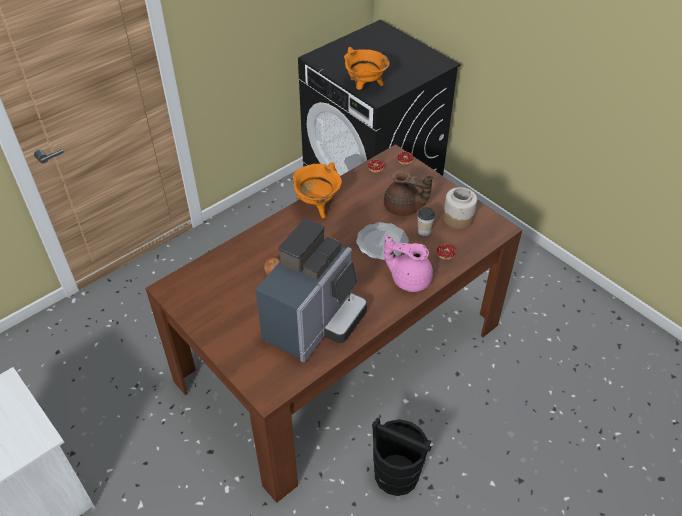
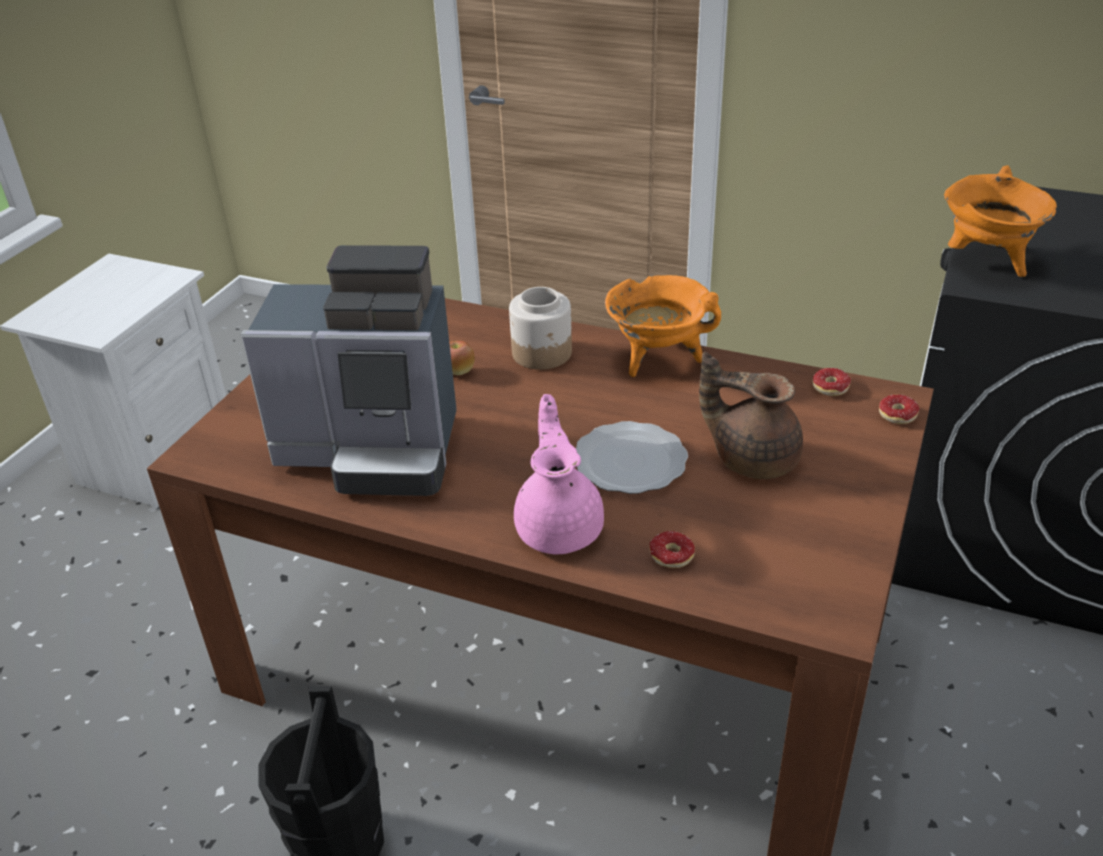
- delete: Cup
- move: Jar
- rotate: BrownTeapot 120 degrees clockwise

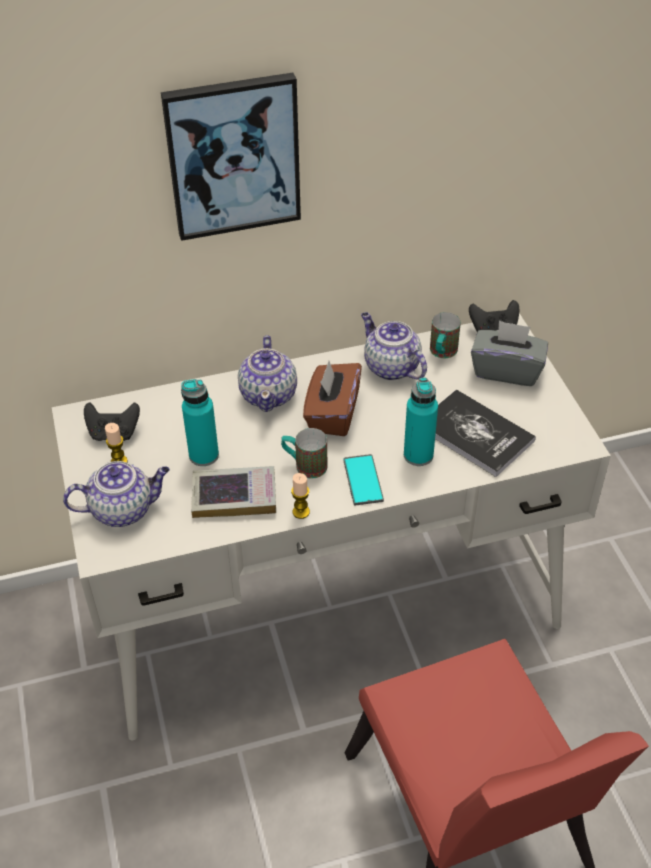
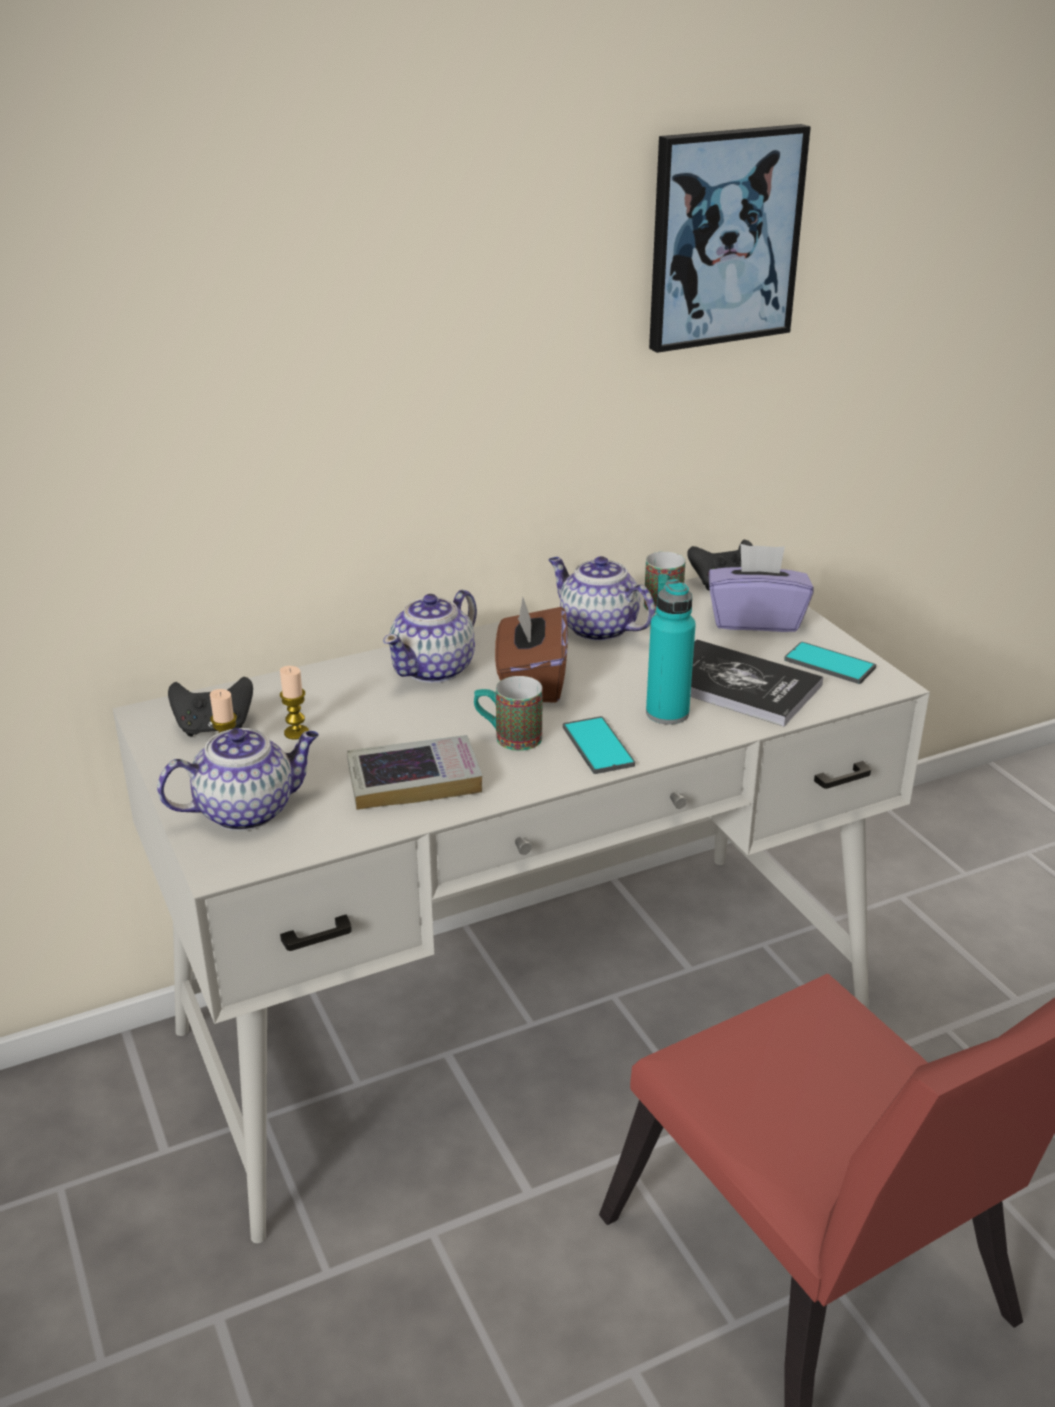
- delete: TurquoiseBottle (1st from left)
- insert: Phone (2nd from left)
- move: Picture
- move: Candle (2nd from left)
- recolor: GreyTissueBox to PurpleTissueBox
- rotate: Teapot (2nd from left) 45 degrees clockwise

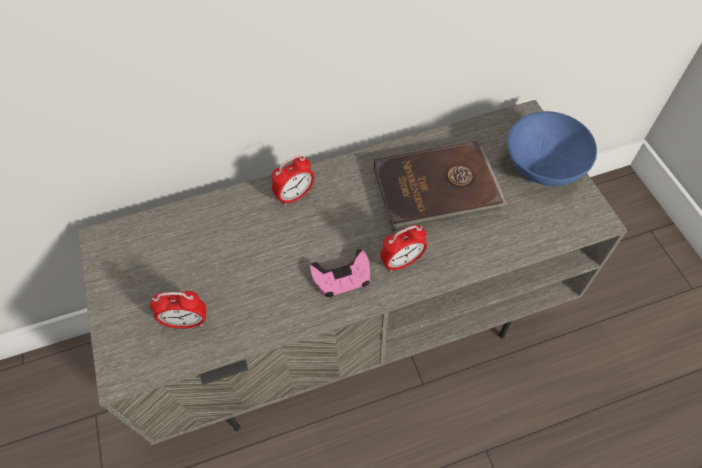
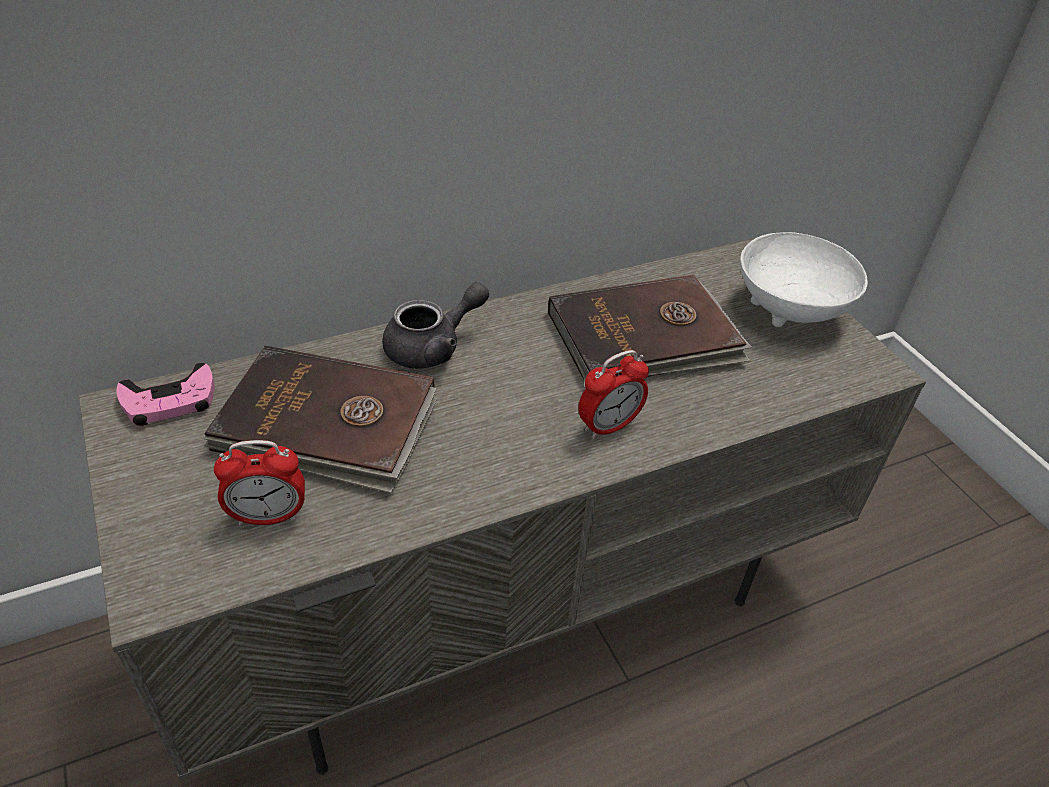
- insert: BrownBook (1st from left)
- move: PinkGameController
- replace: AlarmClock (2nd from left) to GreyTeapot
- recolor: BlueBowl to WhiteBowl

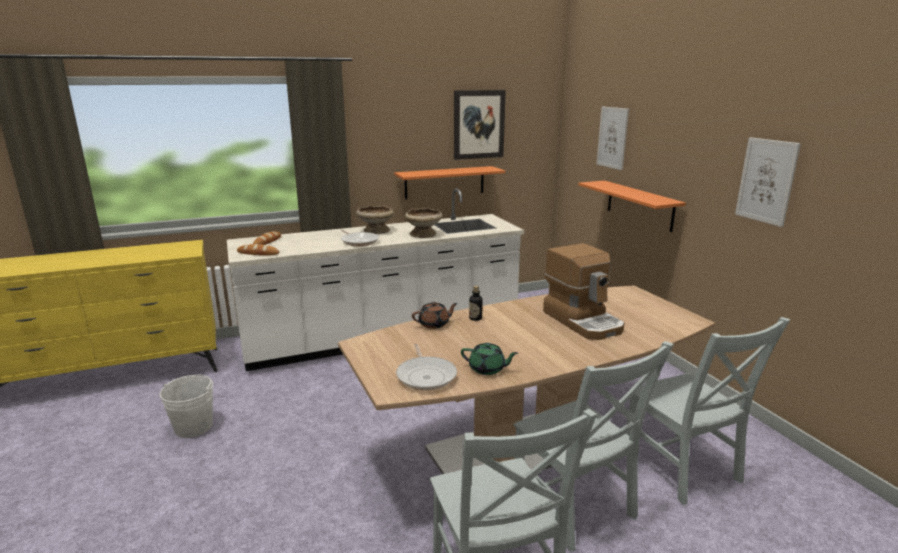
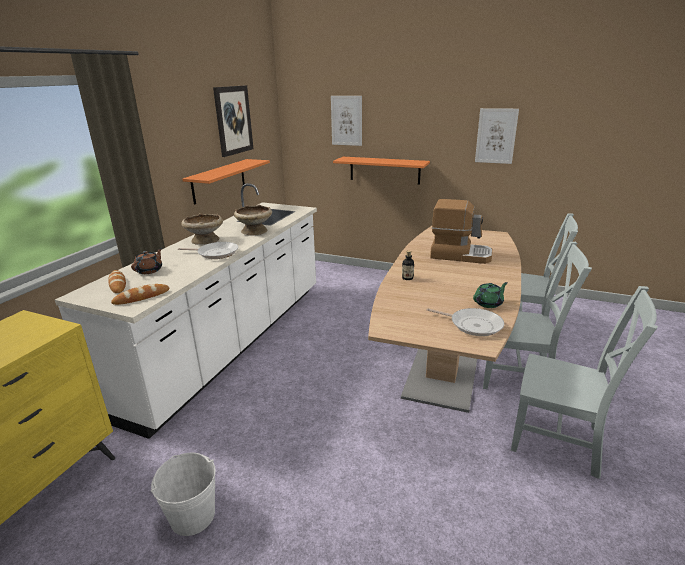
- move: BrownTeapot

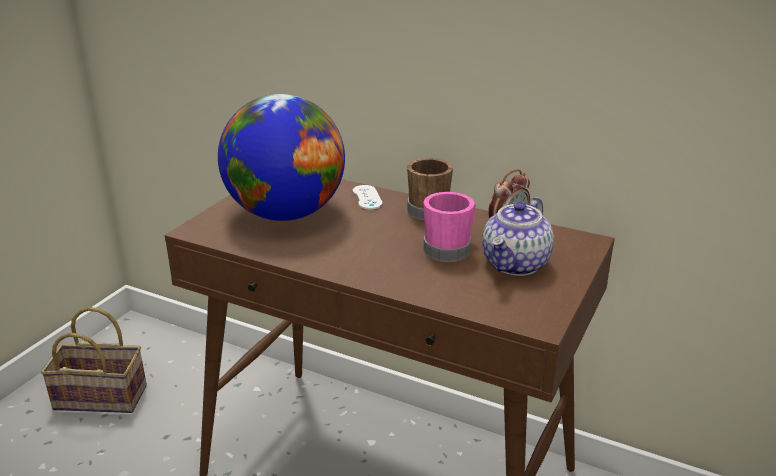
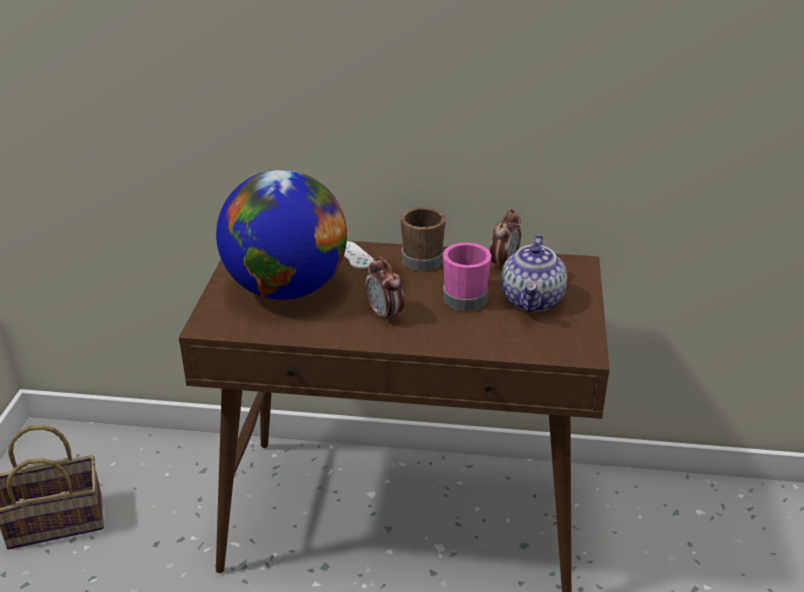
- insert: AlarmClock (1st from left)

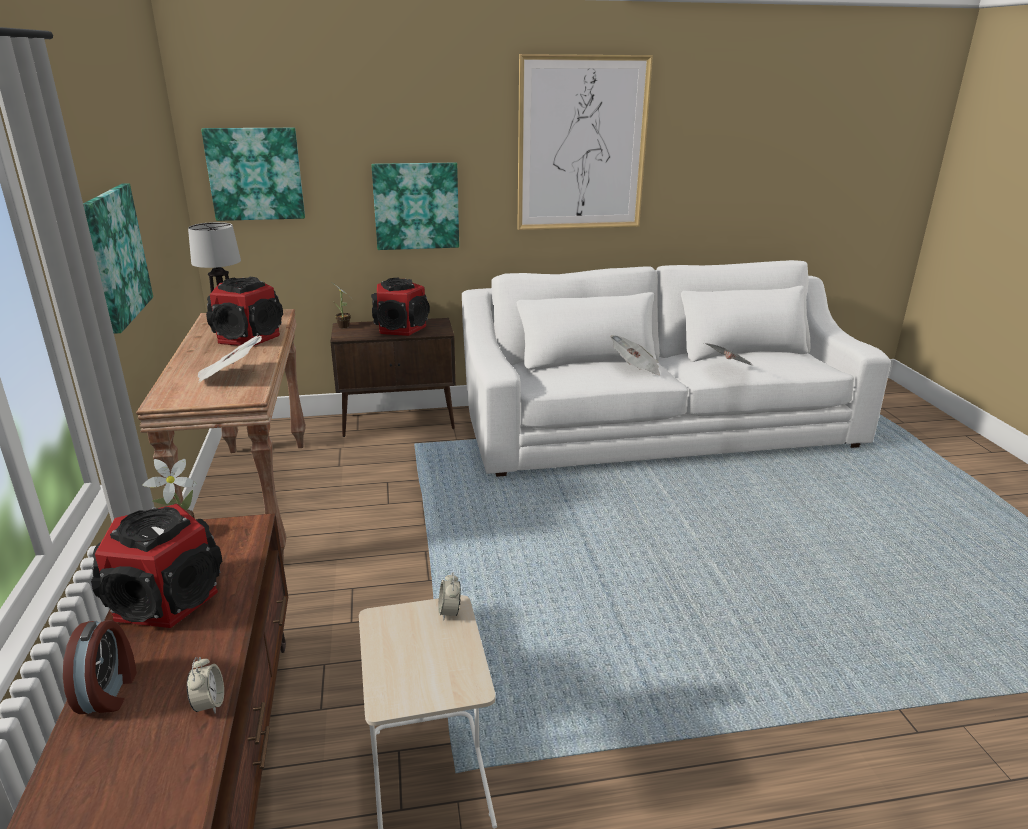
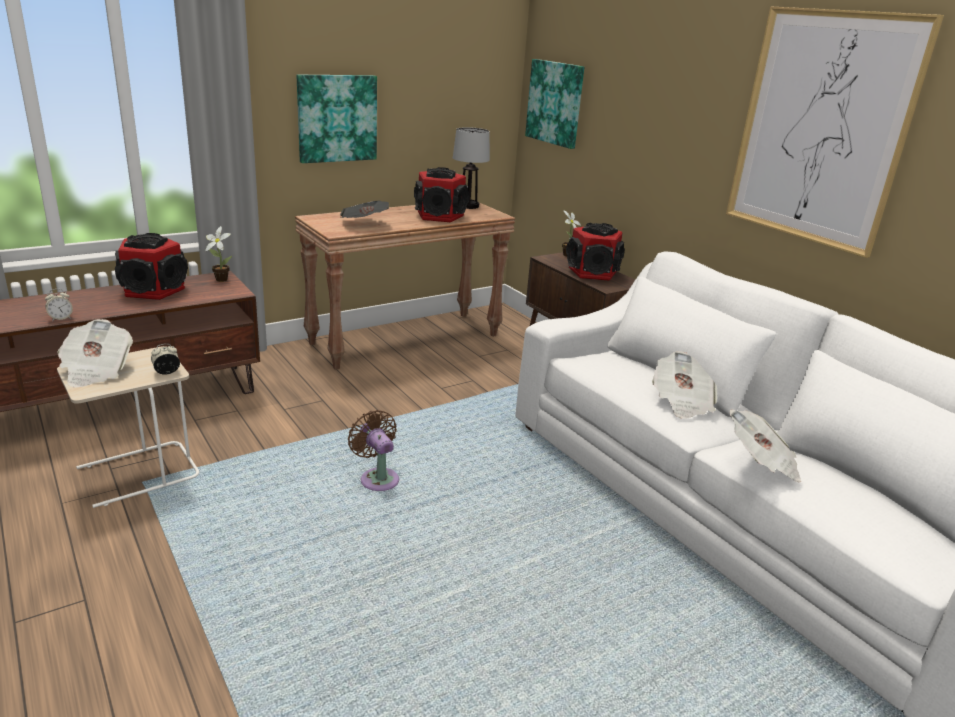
- delete: AlarmClock (1st from left)
- delete: Picture (3rd from left)
- insert: Newspaper (1st from left)
- insert: BrownFan

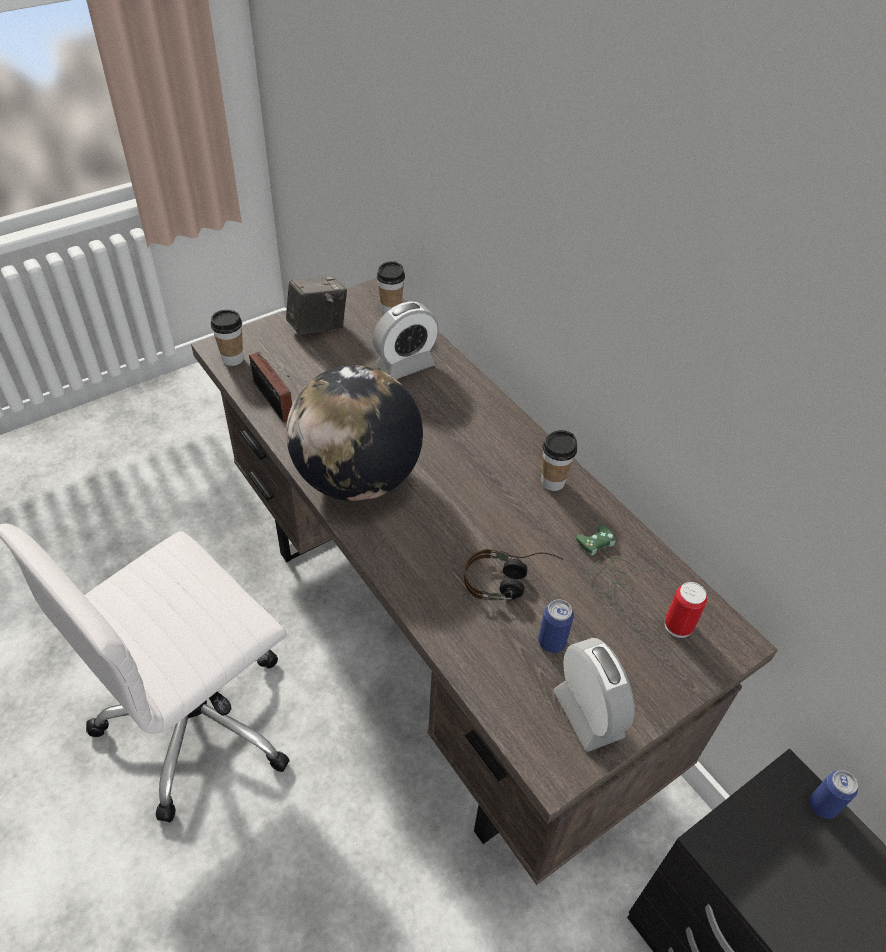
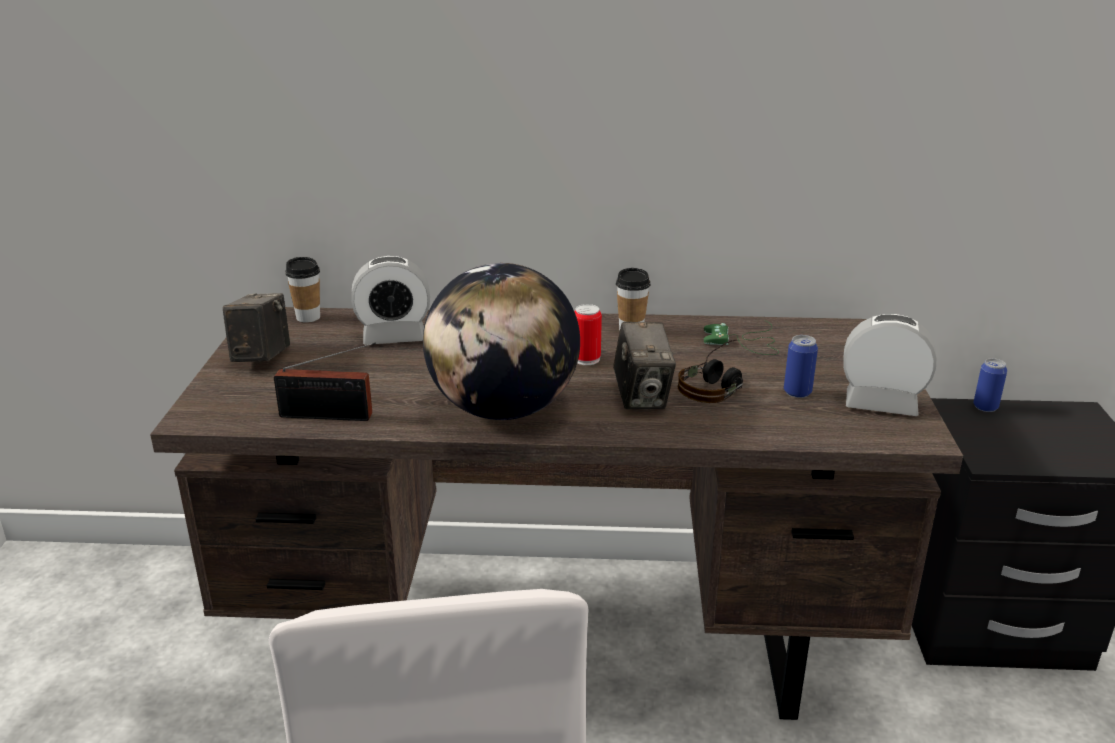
- delete: Cup (1st from left)
- insert: PhotoCamera (2nd from left)
- move: Can (2nd from left in the first image) to Can (1st from left)
- rotate: AlarmClock (1st from left) 75 degrees clockwise

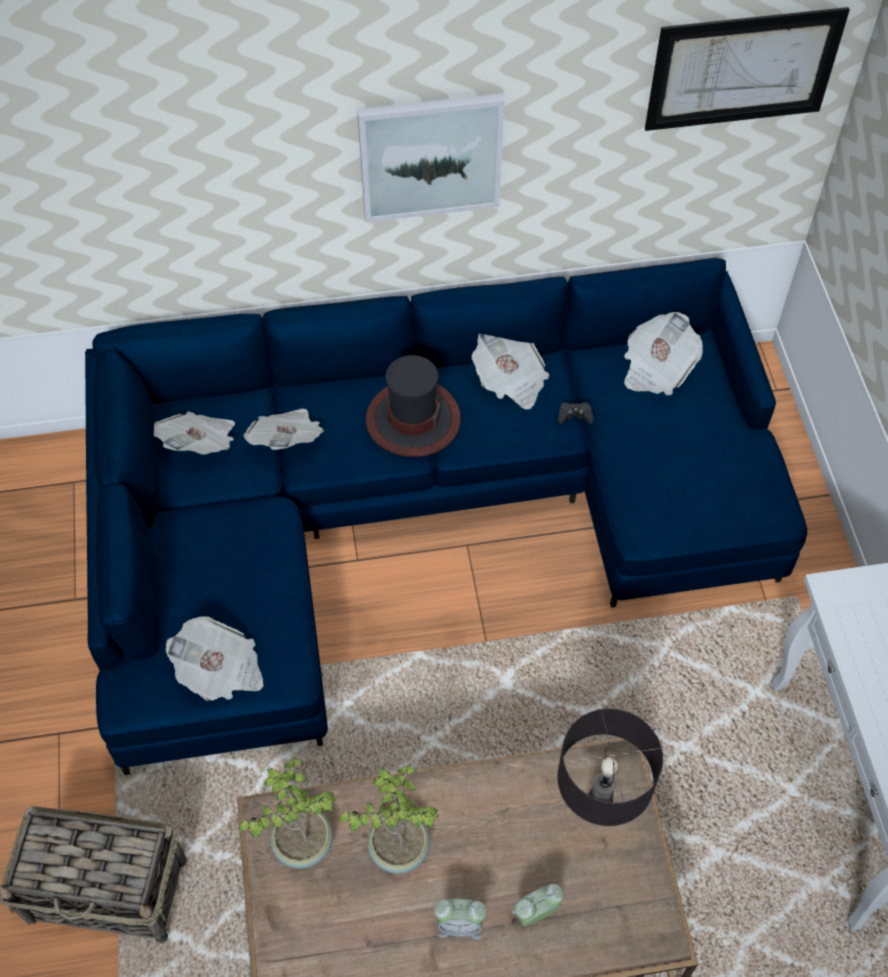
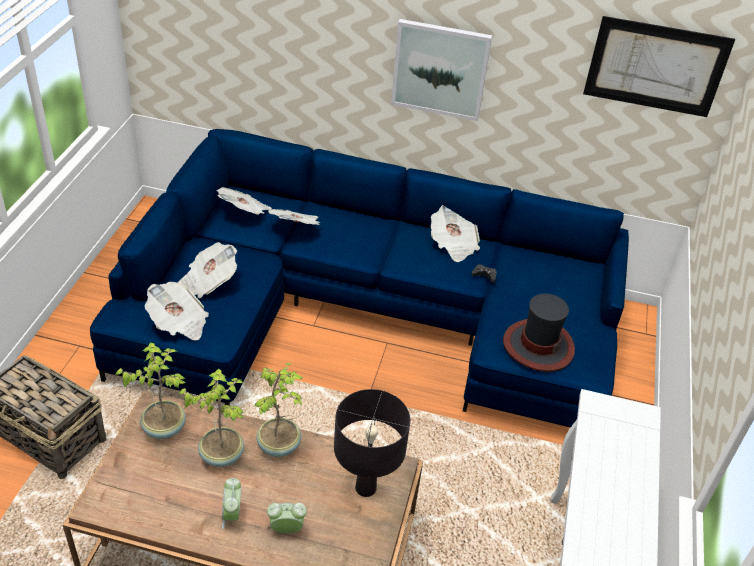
- insert: PottedPlant (3rd from left)
- move: Hat
- move: Newspaper (5th from left in the first image) to Newspaper (2nd from left)
- rotate: AlarmClock (1st from left) 60 degrees clockwise

